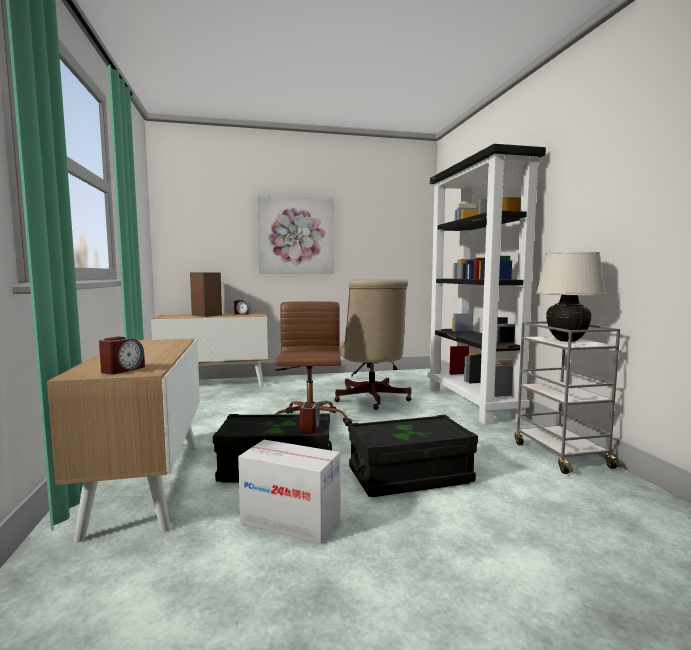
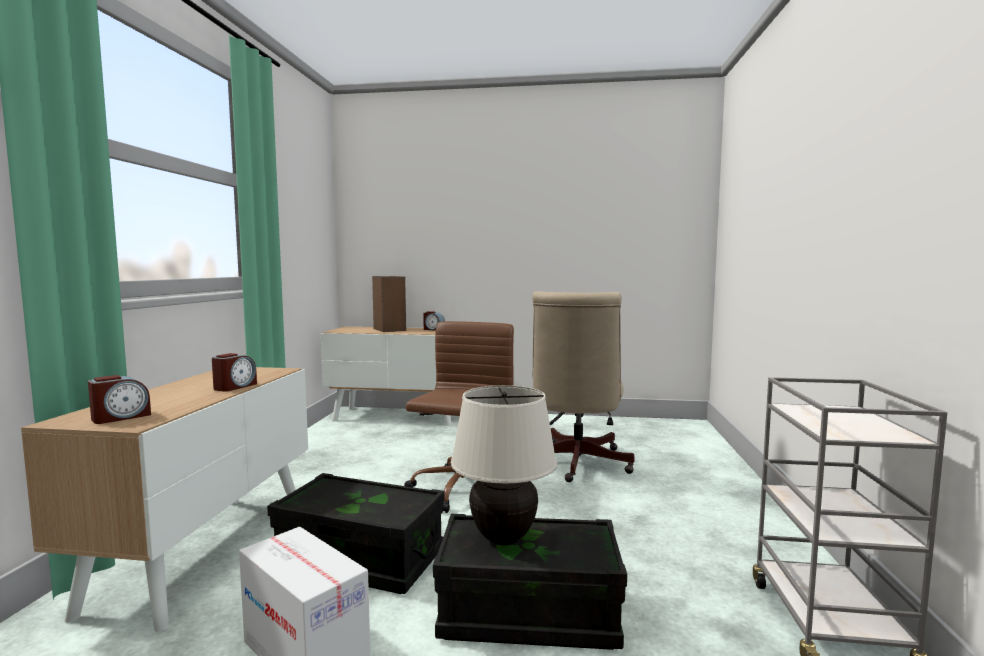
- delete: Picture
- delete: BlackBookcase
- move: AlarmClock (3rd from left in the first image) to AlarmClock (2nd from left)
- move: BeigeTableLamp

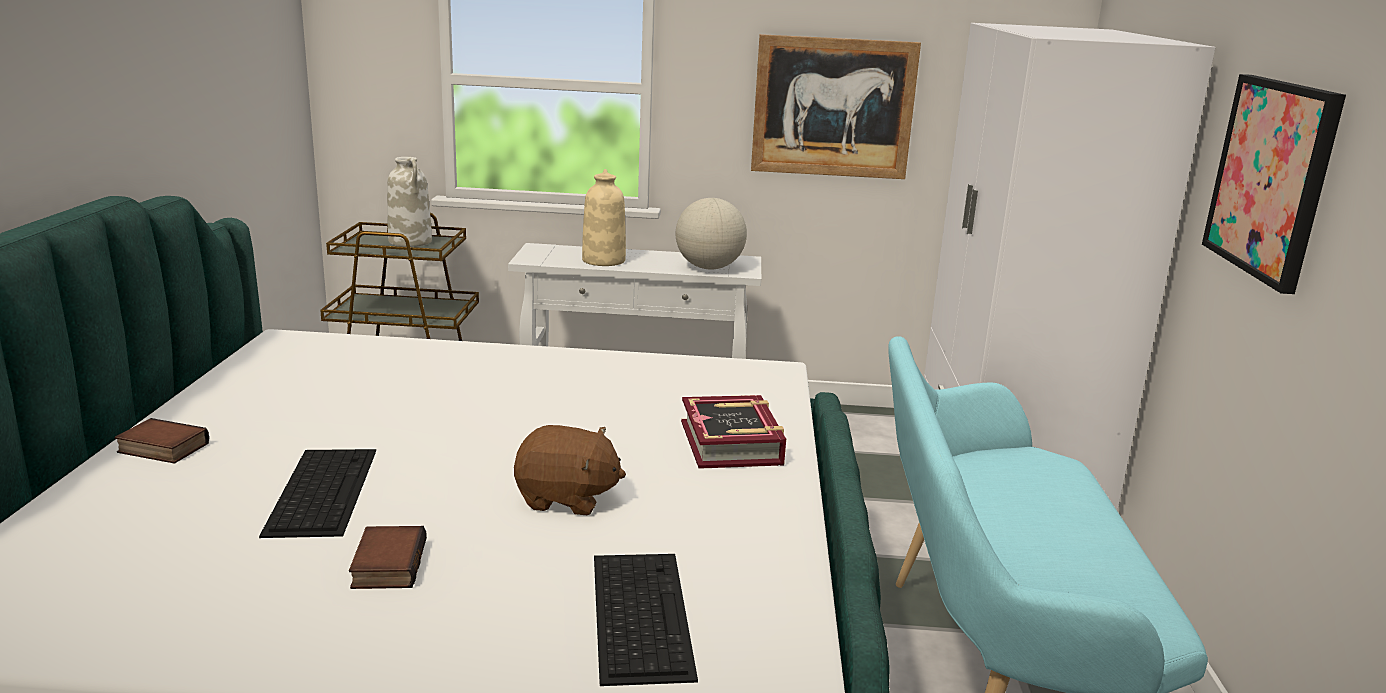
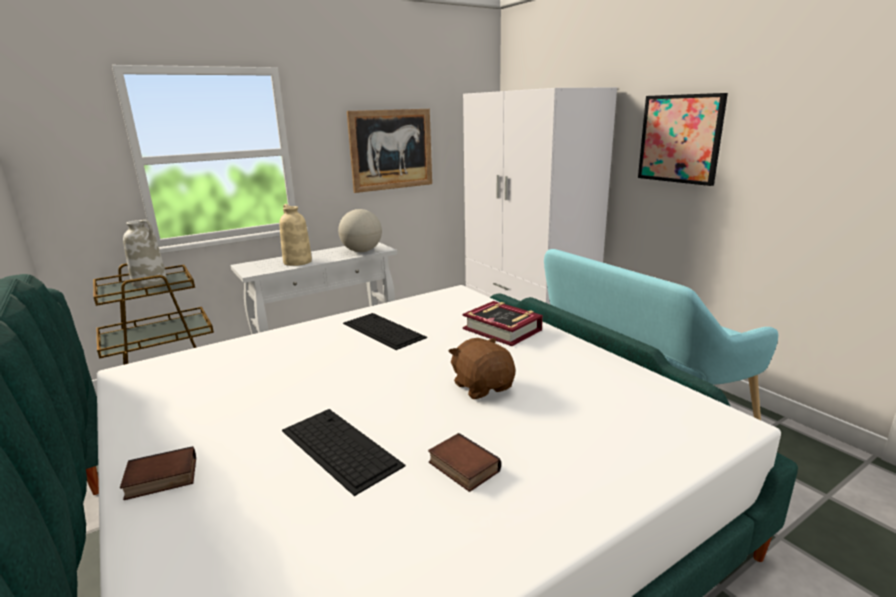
- move: Keyboard (2nd from left)
- rotate: BrownPlushToy 90 degrees counterclockwise

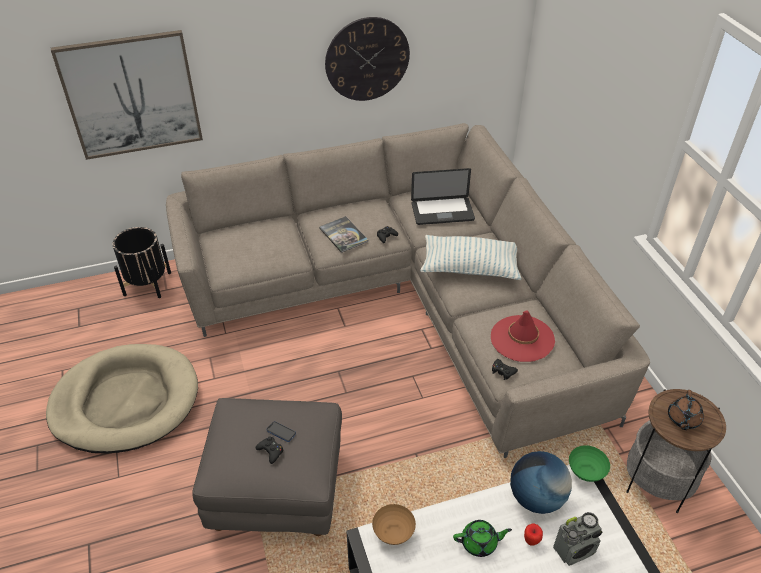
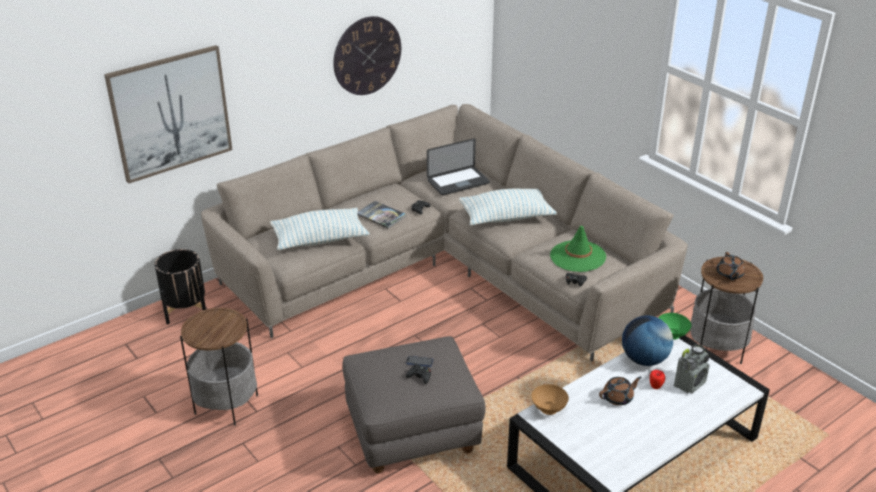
- insert: Pillow (1st from left)
- replace: BeigeDogBed to SideTable (1st from left)
- recolor: GreenTeapot to BrownTeapot (1st from left)
- recolor: RedHat to GreenHat

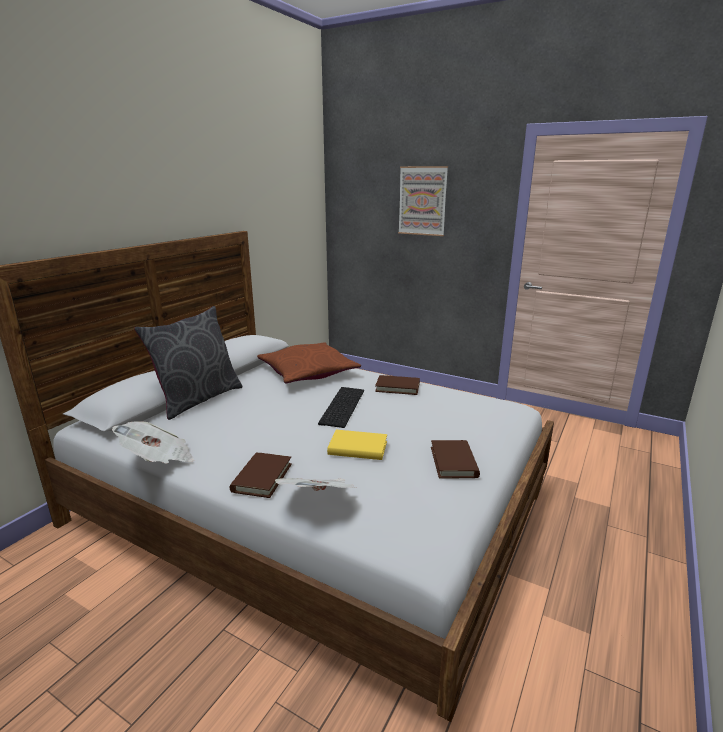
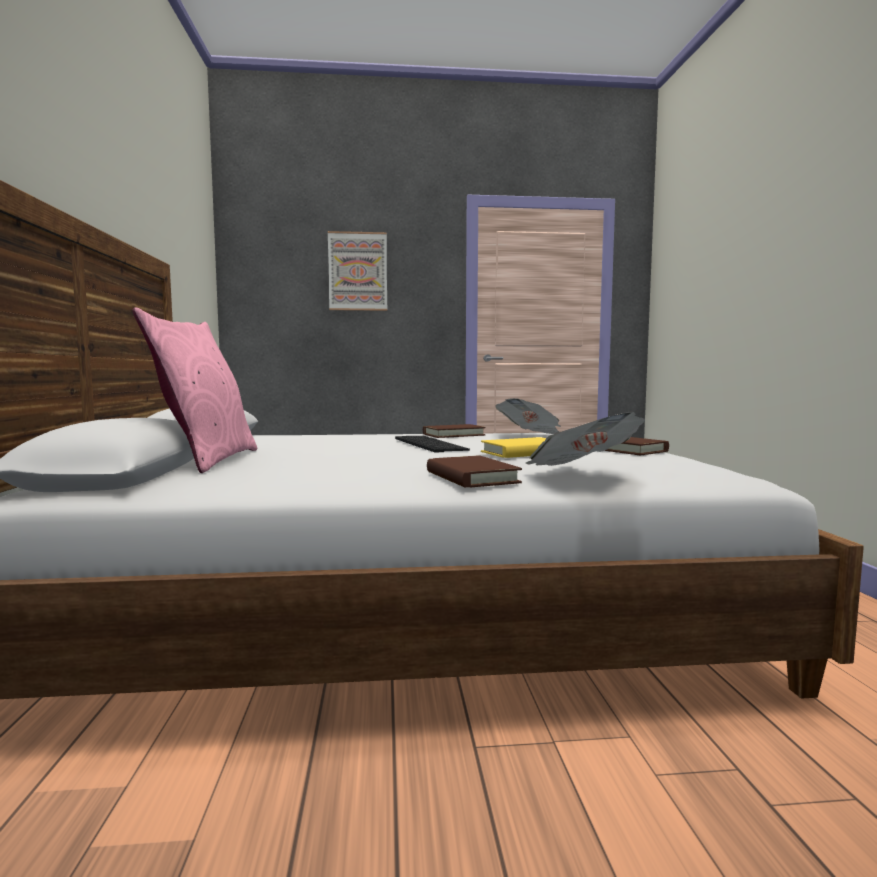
- delete: BrownPillow
- move: Newspaper (1st from left)
- recolor: GreyPillow to PinkPillow

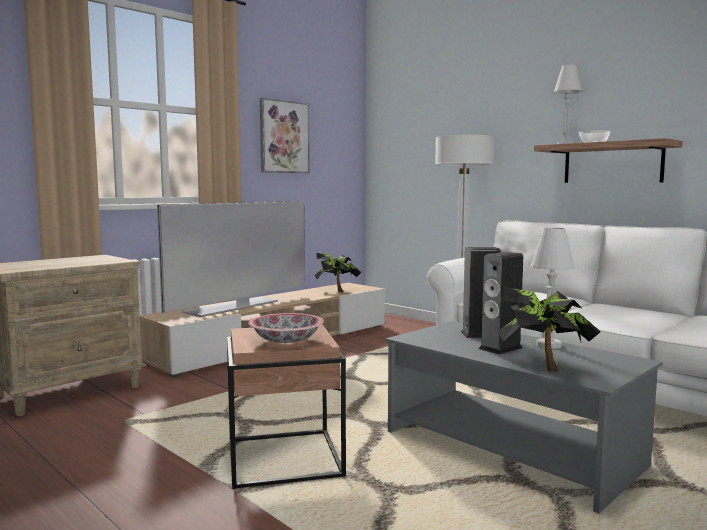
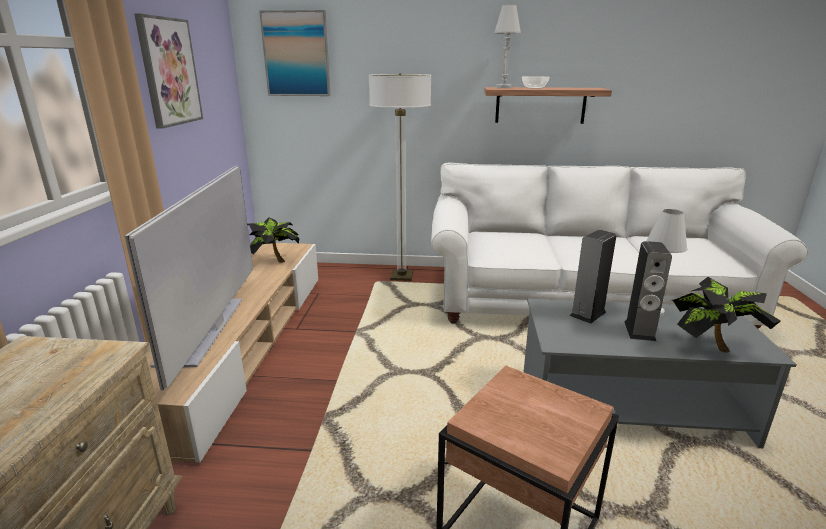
- delete: Bowl (1st from left)
- insert: Picture (2nd from left)

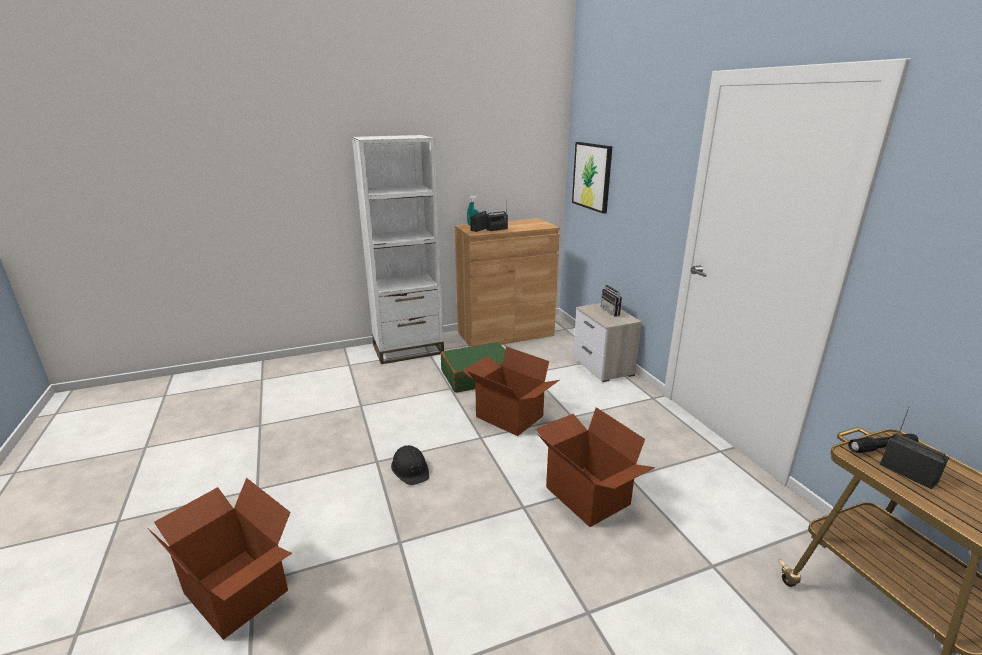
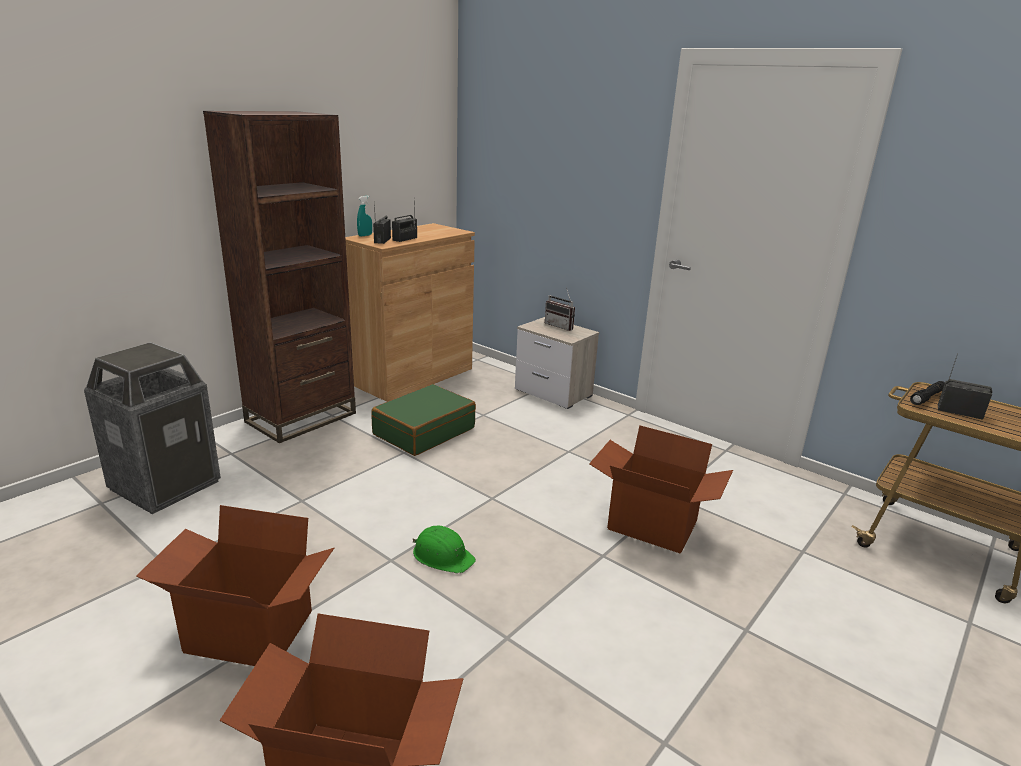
- delete: Picture
- insert: TrashCan
- move: CardboardBox (2nd from left in the first image) to CardboardBox (1st from left)
- recolor: WhiteBookcase to BrownBookcase
- recolor: BlackHardHat to GreenHardHat

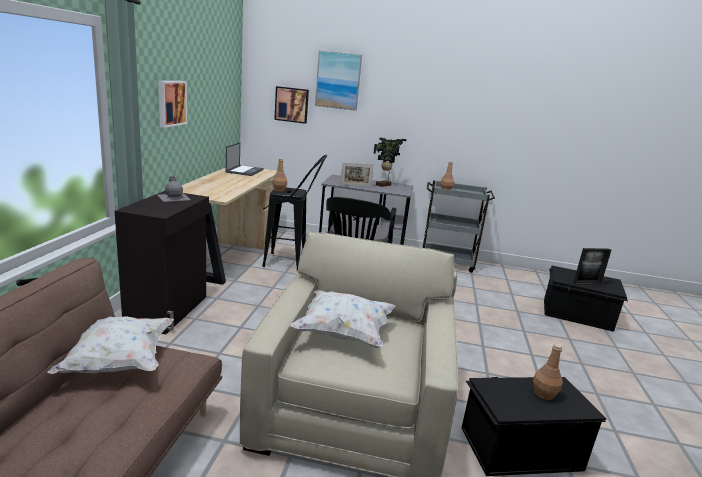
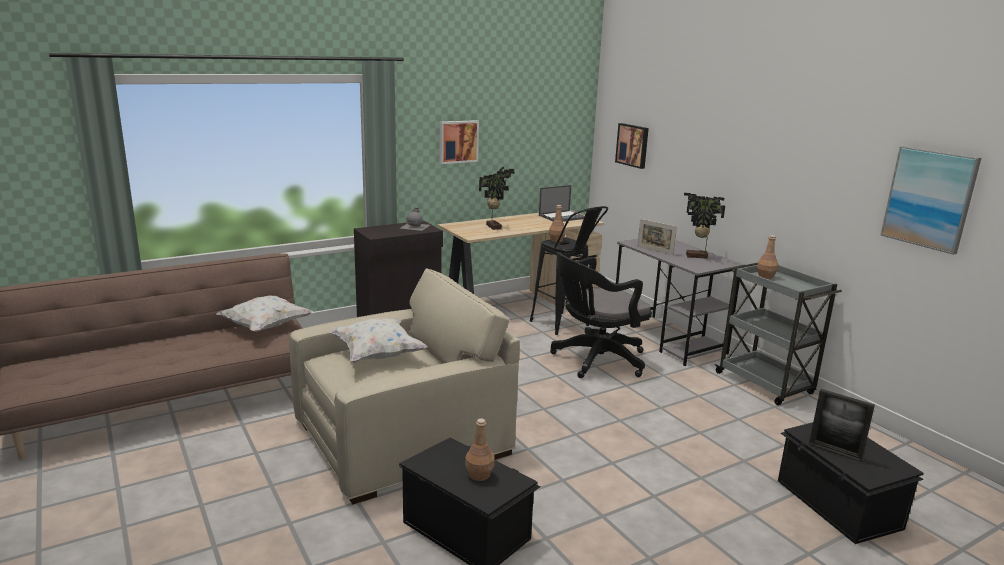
- insert: PottedPlant (1st from left)
- move: Picture (3rd from left)

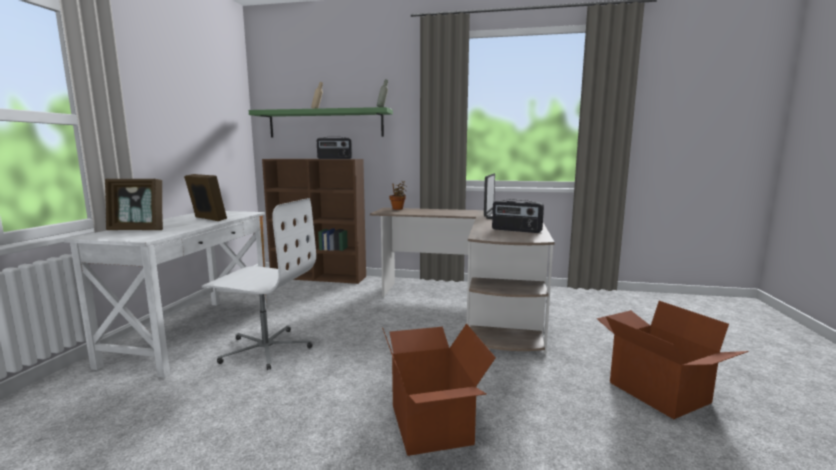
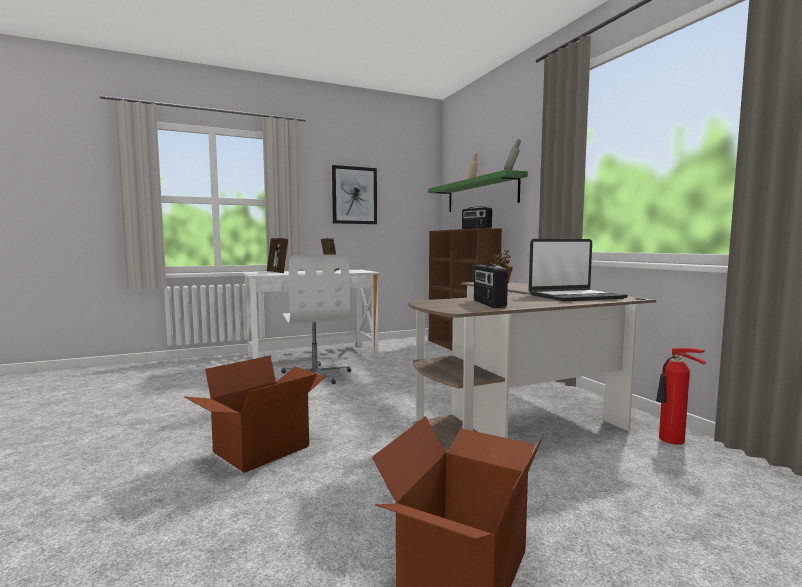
- insert: Picture
- insert: FireExtinguisher

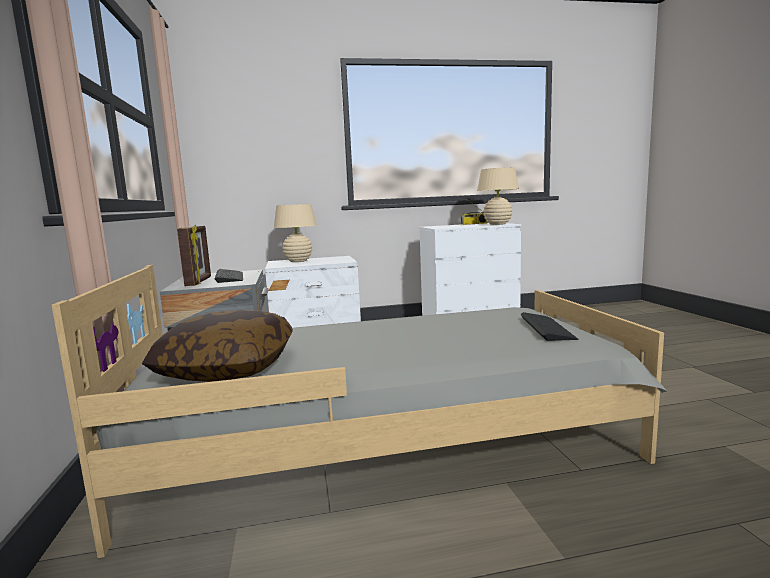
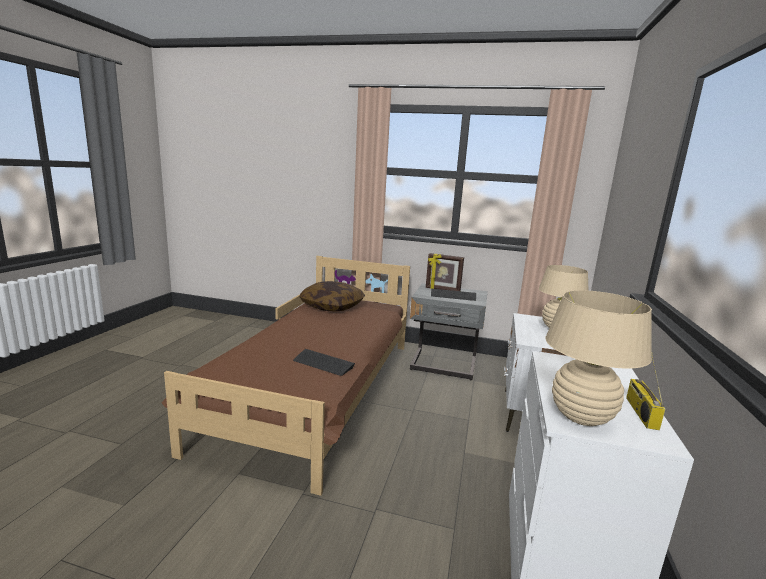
- move: Keyboard (2nd from left in the first image) to Keyboard (1st from left)
- recolor: GreyBed to BrownBed

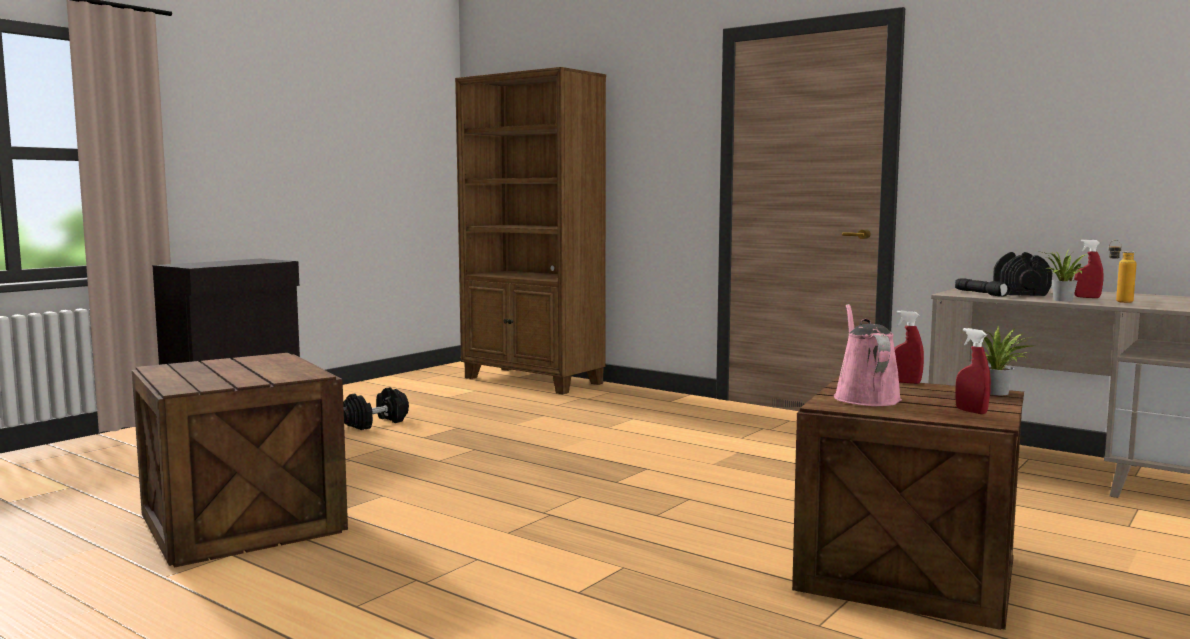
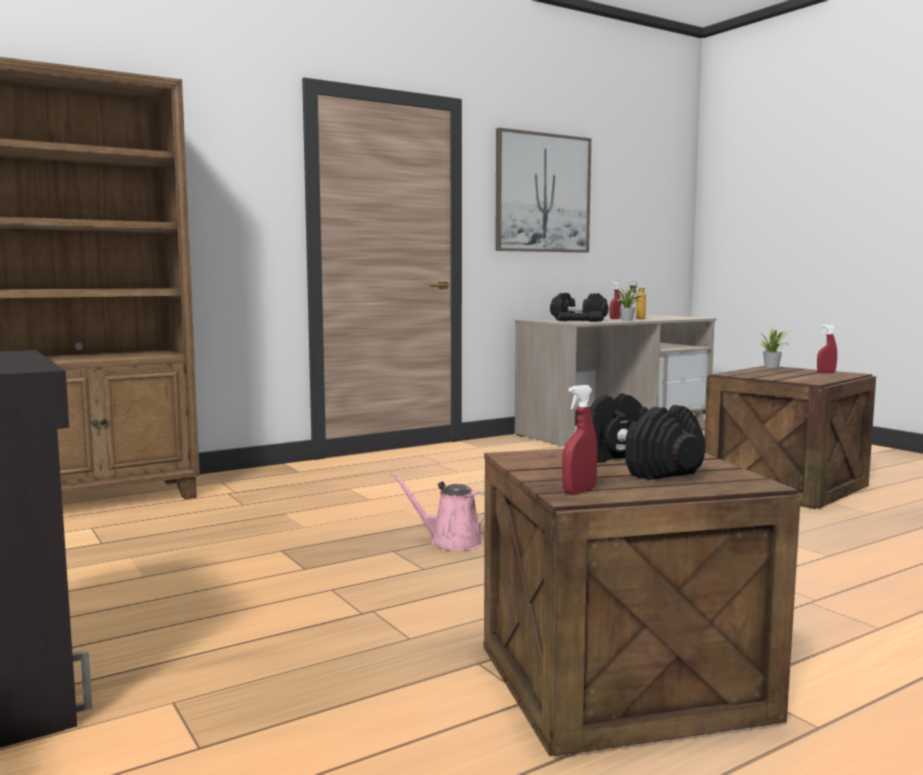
- insert: Picture
- move: BlackDumbbell (1st from left in the first image) to BlackDumbbell (2nd from left)
- move: PinkWateringCan
- move: RedSprayBottle (1st from left)

